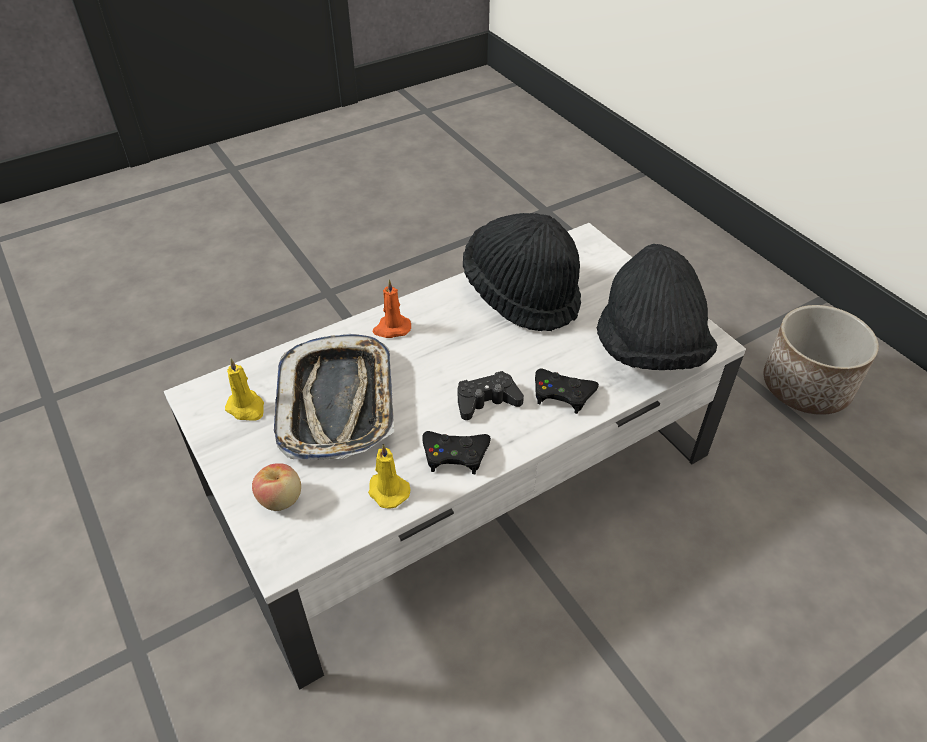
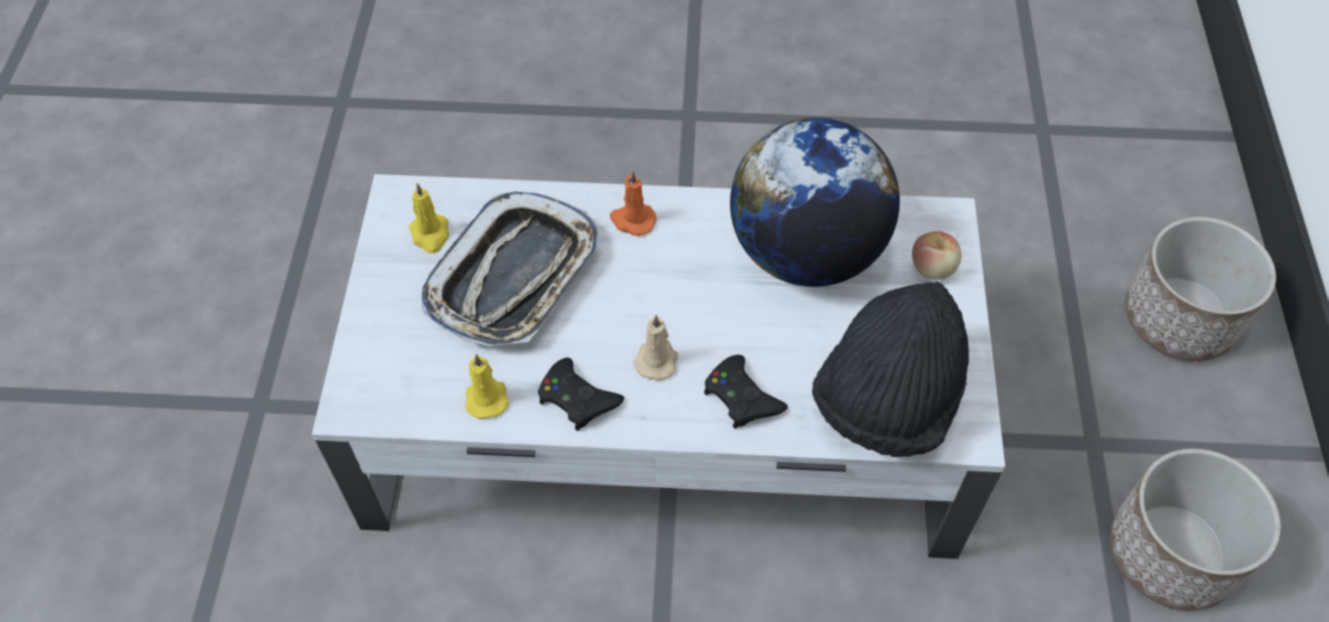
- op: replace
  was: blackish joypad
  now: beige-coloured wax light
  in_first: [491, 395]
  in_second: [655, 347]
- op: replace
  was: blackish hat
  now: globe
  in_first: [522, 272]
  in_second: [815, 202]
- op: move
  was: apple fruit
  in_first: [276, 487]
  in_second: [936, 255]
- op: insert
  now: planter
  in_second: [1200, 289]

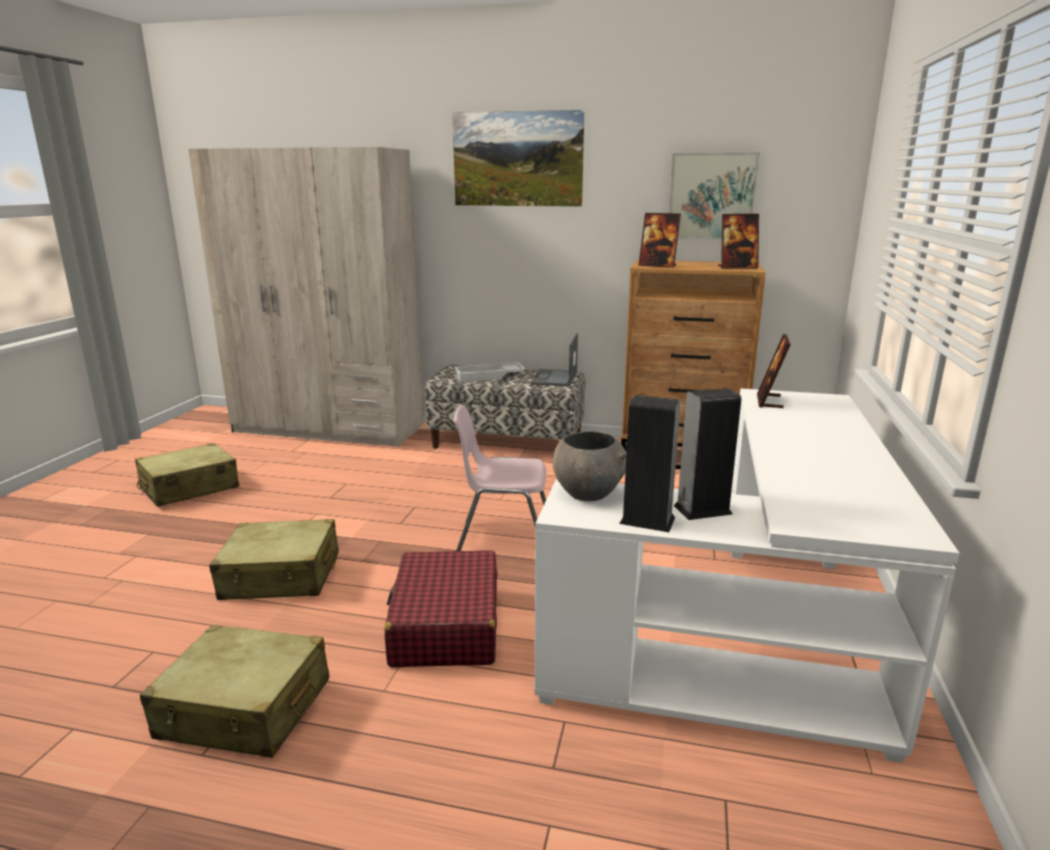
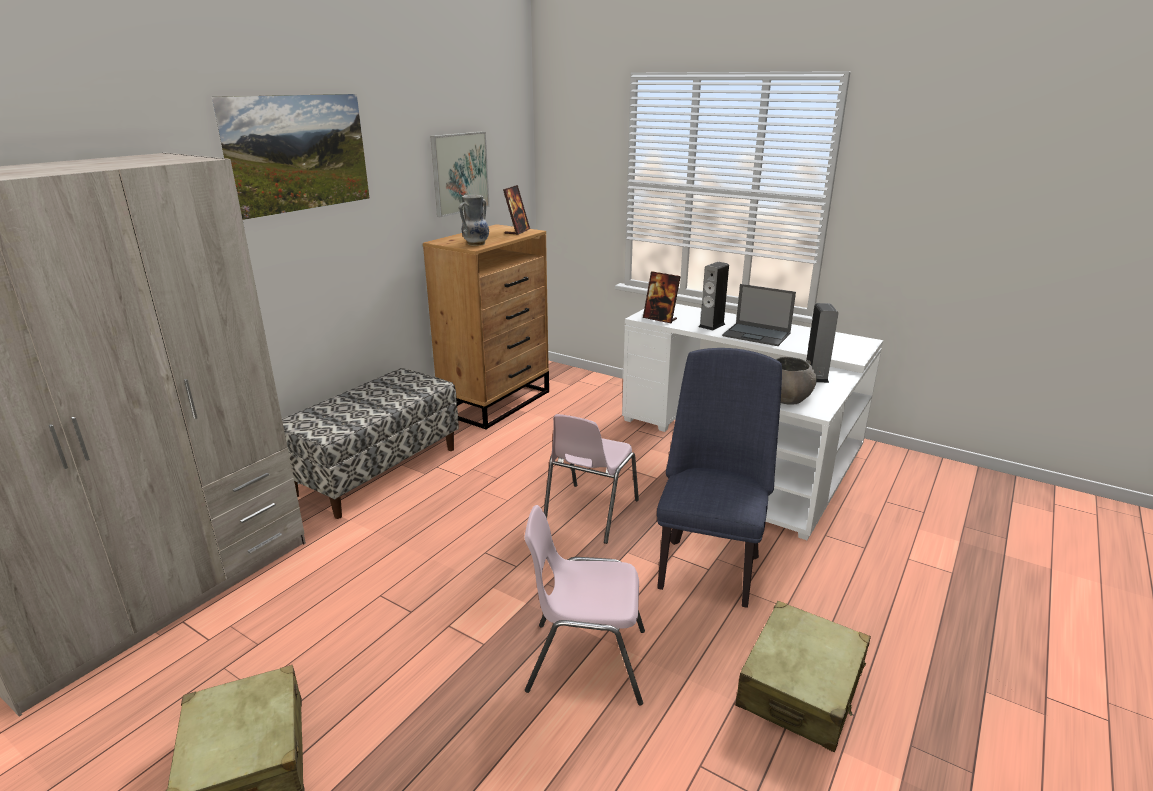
- op: replace
  was: picture frame
  now: decorative vase
  in_first: [660, 240]
  in_second: [474, 220]
- op: replace
  was: beige-coloured travel case
  now: pink chair
  in_first: [274, 559]
  in_second: [584, 605]
- op: replace
  was: red-coloured travel case
  now: blue-coloured chair
  in_first: [441, 608]
  in_second: [719, 478]
- op: move
  was: audio speaker
  in_first: [650, 463]
  in_second: [714, 296]
- op: move
  was: laptop
  in_first: [554, 360]
  in_second: [759, 315]
- op: delete
  was: white-coloured tray
  in_first: [490, 372]

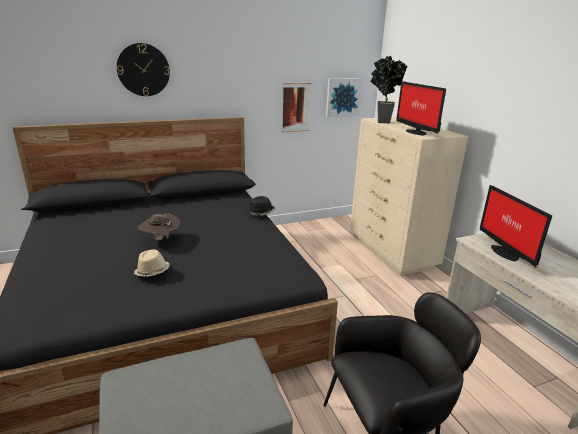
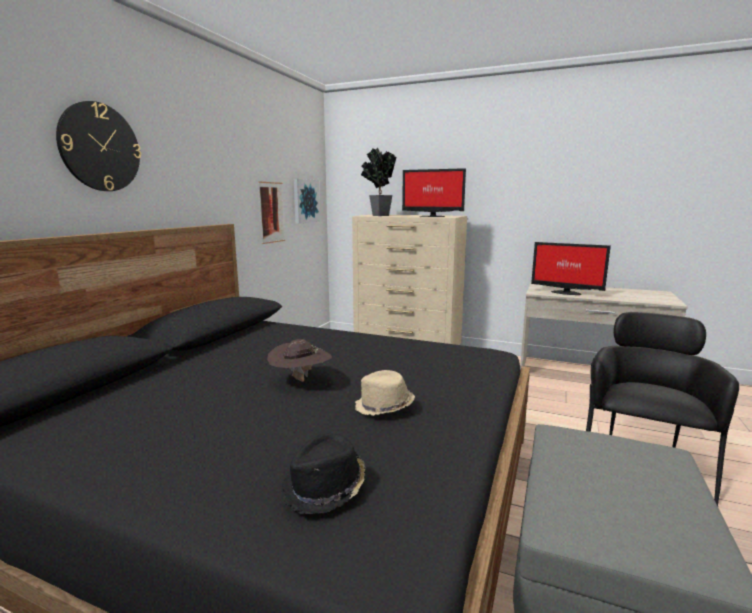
- op: move
  was: blackish hat
  in_first: [261, 206]
  in_second: [323, 473]

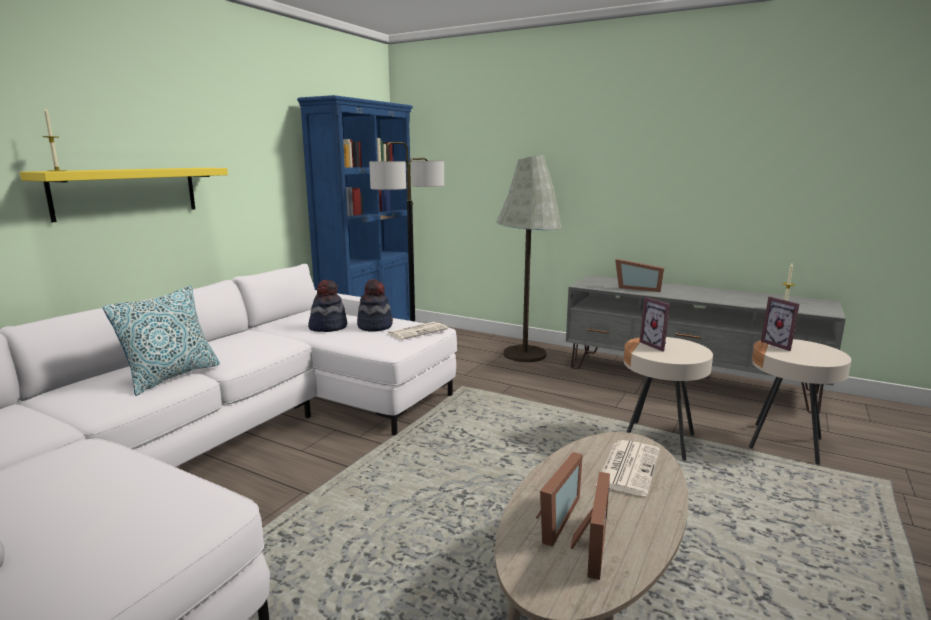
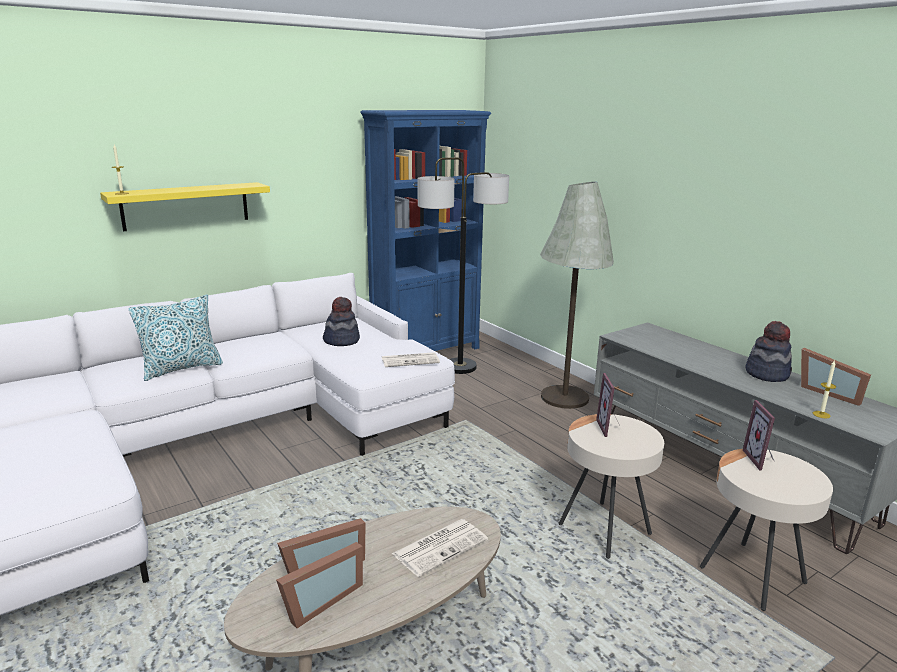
- op: move
  was: hat
  in_first: [375, 305]
  in_second: [769, 351]
- op: move
  was: picture frame
  in_first: [639, 275]
  in_second: [836, 377]

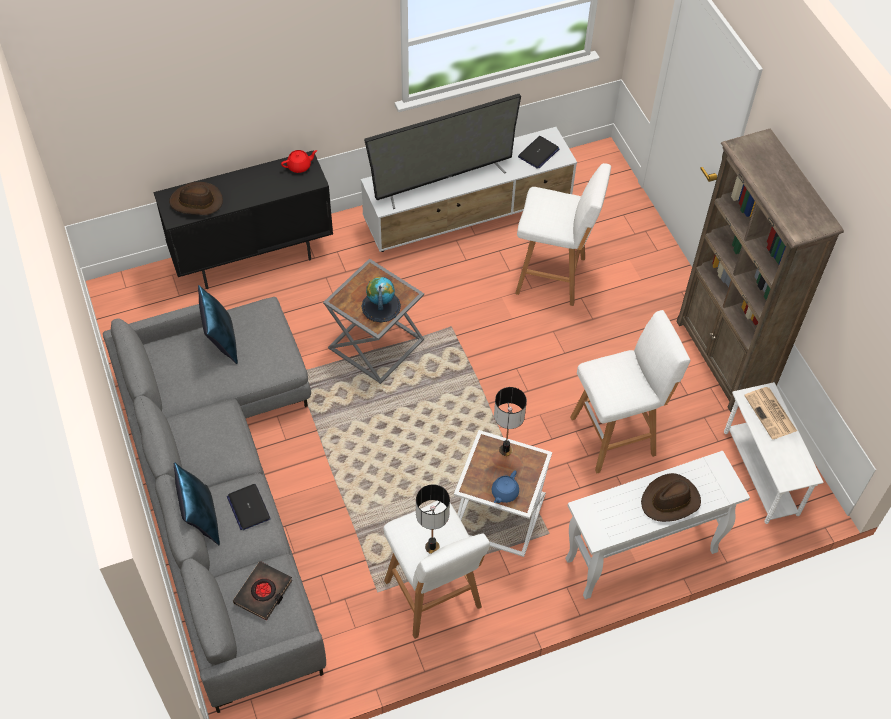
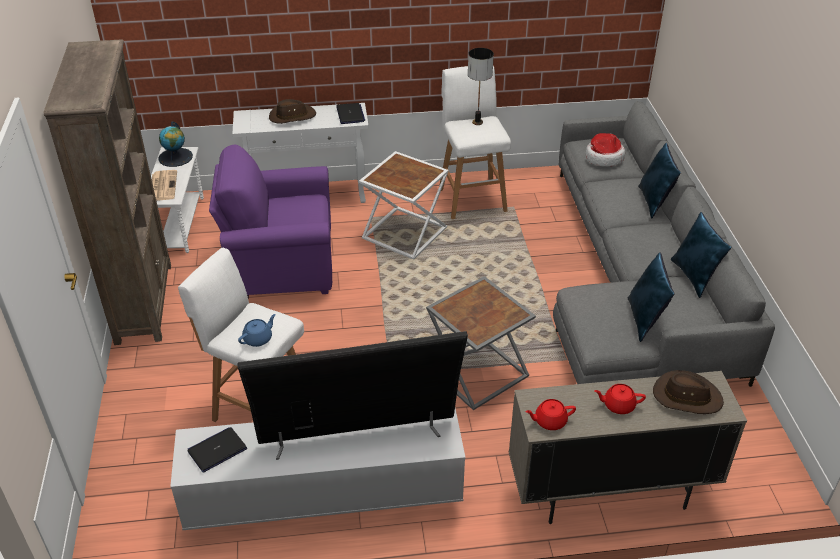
- op: move
  was: globe
  in_first: [381, 299]
  in_second: [175, 144]
- op: replace
  was: white-coloured sitting stool
  now: purplish easy chair
  in_first: [630, 391]
  in_second: [270, 221]
- op: move
  was: blue-coloured pot for tea
  in_first: [505, 486]
  in_second: [257, 330]
- op: move
  was: laptop
  in_first: [249, 507]
  in_second: [350, 113]
- op: recolor
  was: blackish storage cabinet
  now: beige-coloured storage cabinet
  in_first: [243, 220]
  in_second: [628, 447]
- op: replace
  was: blackish bound book
  now: hat
  in_first: [263, 591]
  in_second: [605, 150]
- op: insert
  now: red-coloured pot for tea
  in_second: [620, 399]
- op: insert
  now: blue-coloured throw pillow
  in_second: [701, 255]
- op: delete
  was: table lamp
  in_first: [510, 421]

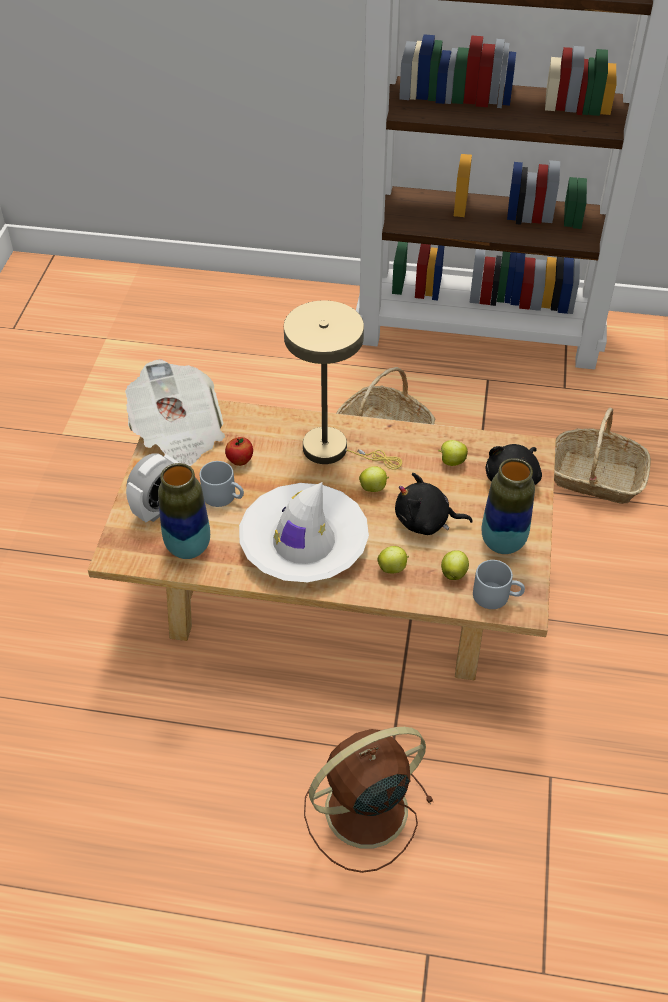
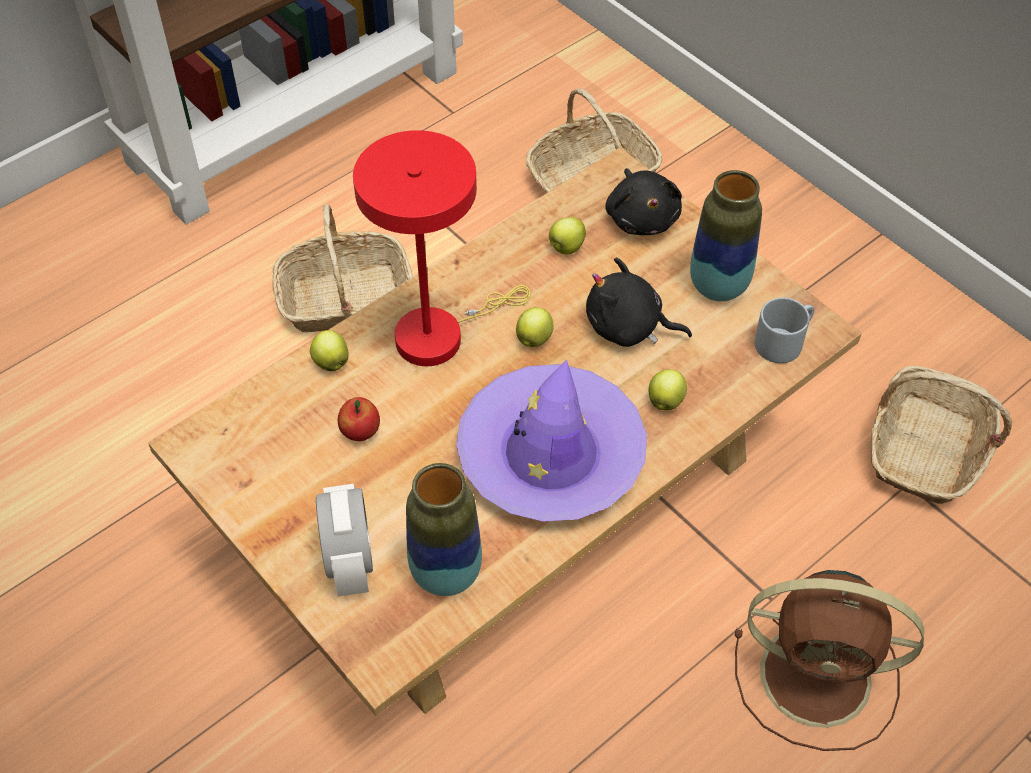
- op: move
  was: apple fruit
  in_first: [455, 565]
  in_second: [329, 350]
- op: recolor
  was: beige-coloured table lamp
  now: red-coloured table lamp
  in_first: [343, 385]
  in_second: [442, 248]
- op: recolor
  was: white-coloured hat
  now: purplish hat
  in_first: [304, 532]
  in_second: [551, 440]
- op: rotate
  was: blackish soft toy
  in_first: [434, 504]
  in_second: [639, 302]
  clockwise: 60
- op: rotate
  was: brown-coloured cooling fan
  in_first: [369, 800]
  in_second: [829, 660]
  clockwise: -90
- op: insert
  now: basket
  in_second: [941, 435]
- op: delete
  was: daily paper
  in_first: [175, 412]
- op: delete
  was: grey coffee mug
  in_first: [222, 484]

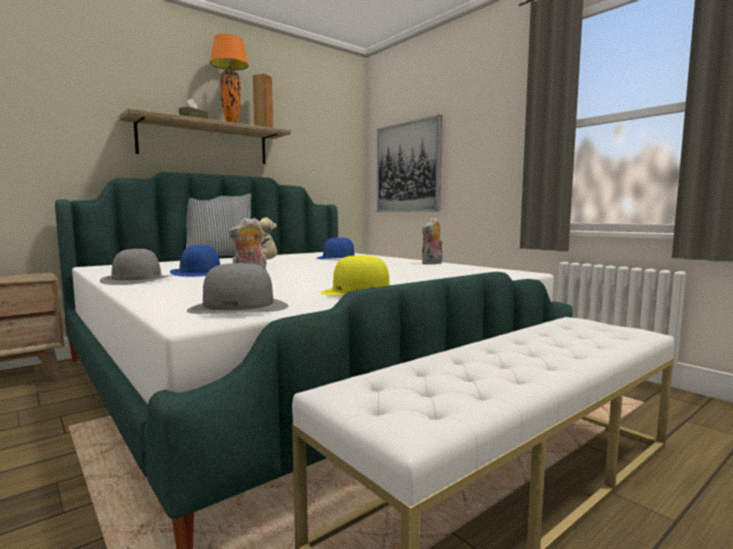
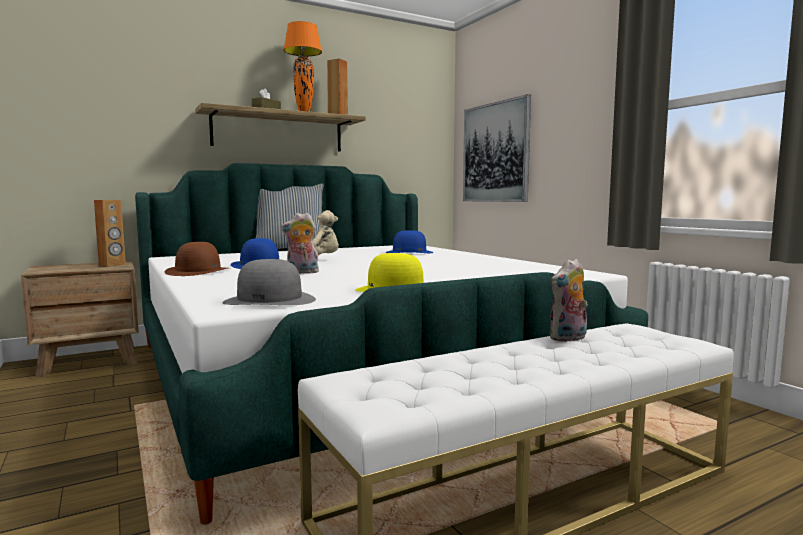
- op: insert
  now: brown-coloured audio speaker
  in_second: [110, 233]
- op: recolor
  was: grey hat
  now: brown-coloured hat
  in_first: [134, 267]
  in_second: [196, 259]
- op: move
  was: soft toy
  in_first: [432, 241]
  in_second: [568, 300]

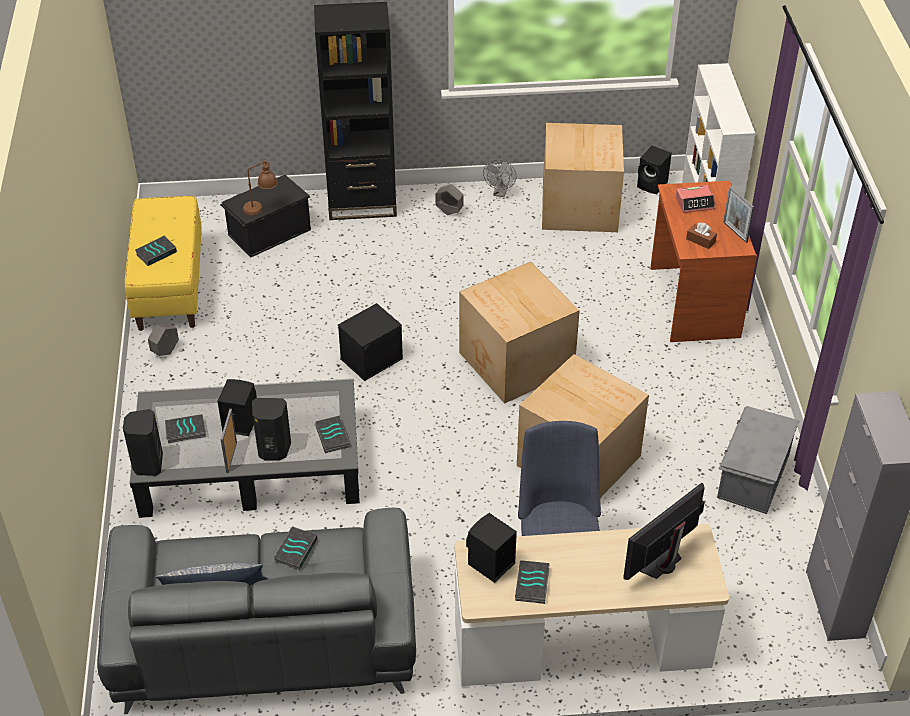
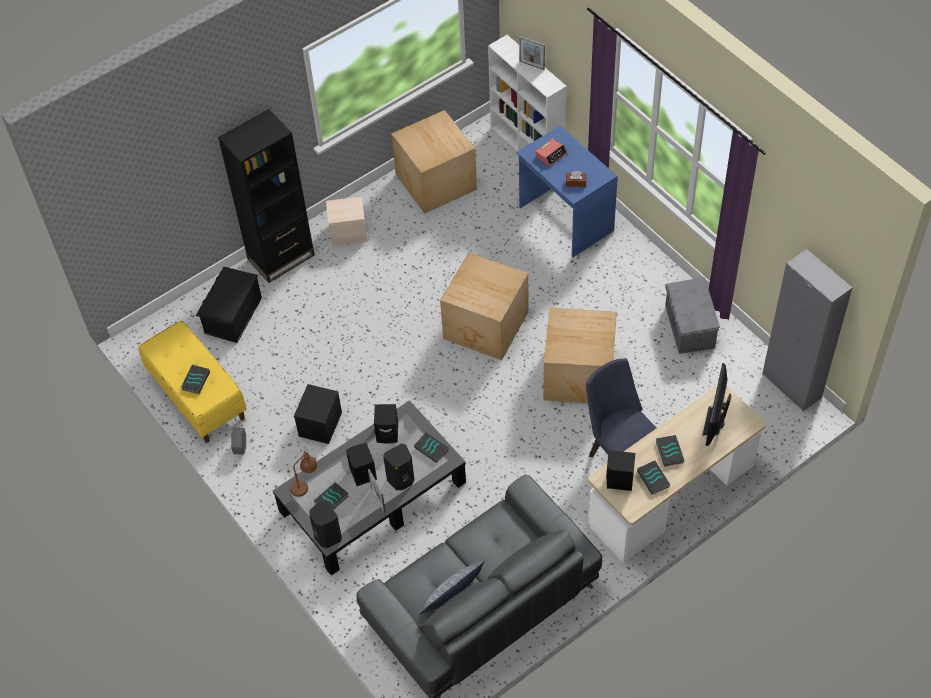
- op: move
  was: brown-coloured table lamp
  in_first: [260, 187]
  in_second: [304, 473]
- op: move
  was: blackish storage bin
  in_first: [370, 342]
  in_second: [318, 414]
- op: replace
  was: grey planter
  now: beige-coloured storage bin
  in_first: [449, 199]
  in_second: [347, 221]
- op: move
  was: blackish audio speaker
  in_first: [654, 170]
  in_second: [386, 423]
- op: recolor
  was: brown-coloured desk unit
  now: blue-coloured desk unit
  in_first: [703, 261]
  in_second: [567, 191]
- op: move
  was: picture frame
  in_first: [738, 214]
  in_second: [532, 53]
- op: move
  was: bound book
  in_first: [295, 548]
  in_second: [670, 451]
- op: delete
  was: grey cooling fan
  in_first: [499, 178]

